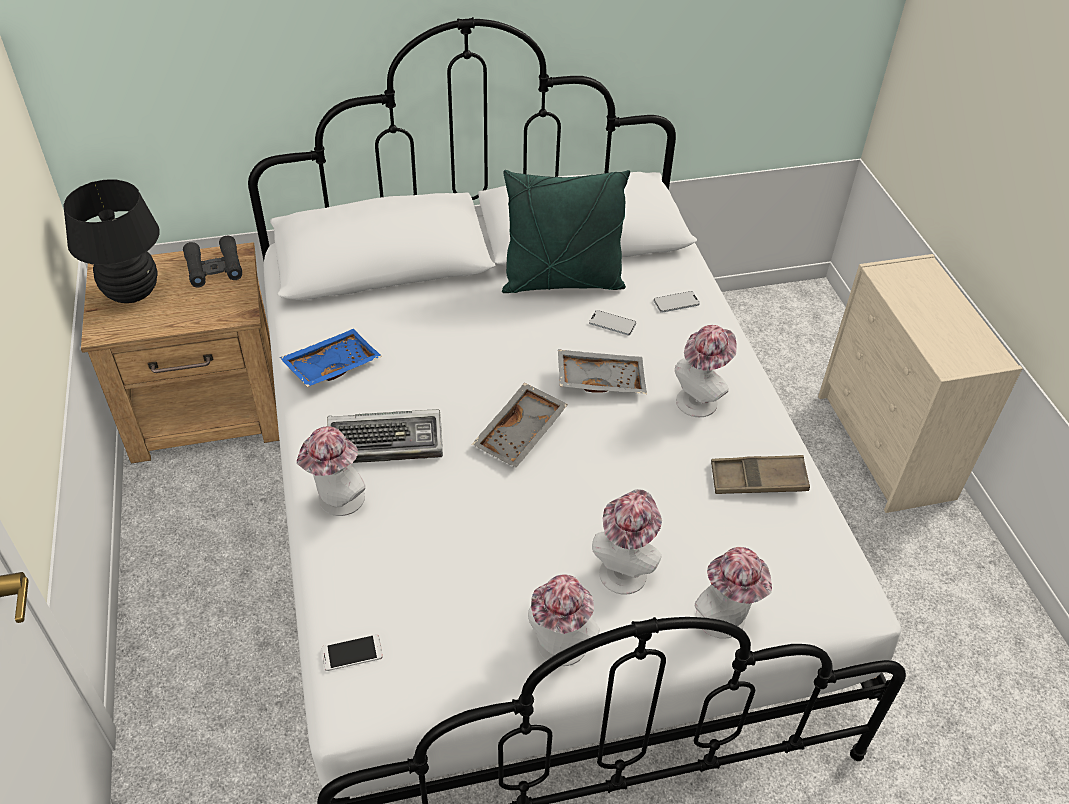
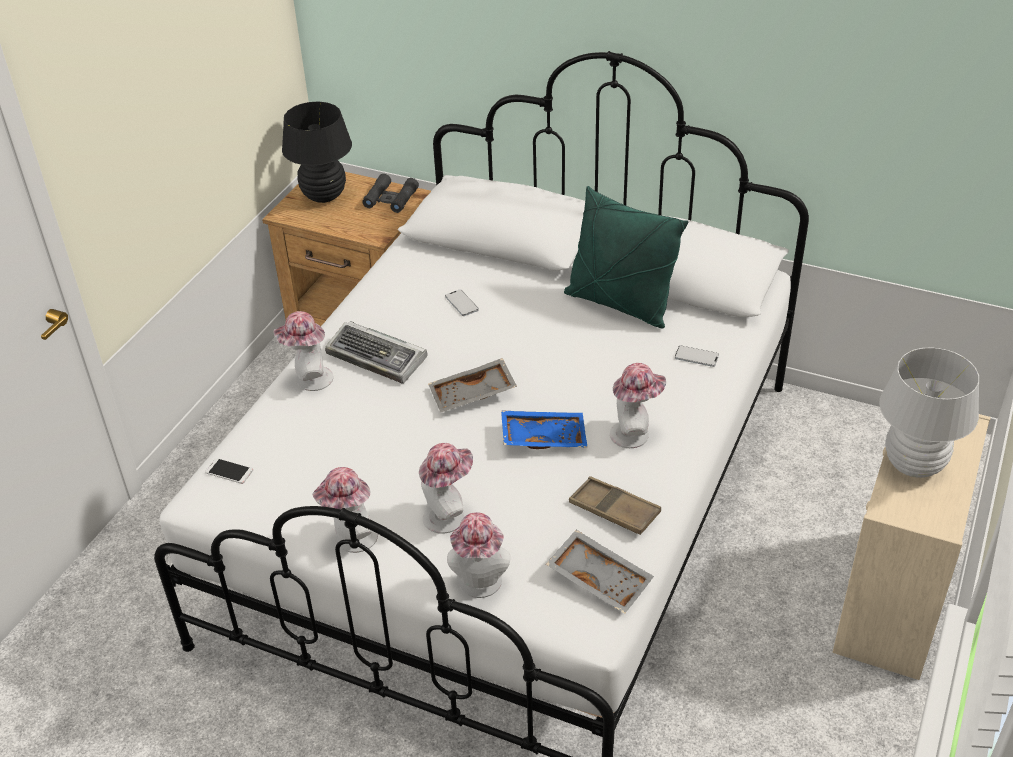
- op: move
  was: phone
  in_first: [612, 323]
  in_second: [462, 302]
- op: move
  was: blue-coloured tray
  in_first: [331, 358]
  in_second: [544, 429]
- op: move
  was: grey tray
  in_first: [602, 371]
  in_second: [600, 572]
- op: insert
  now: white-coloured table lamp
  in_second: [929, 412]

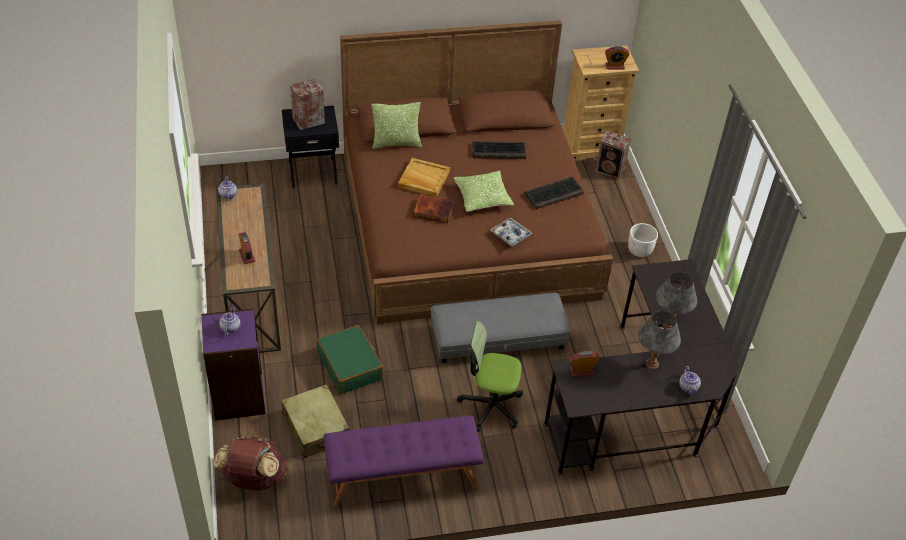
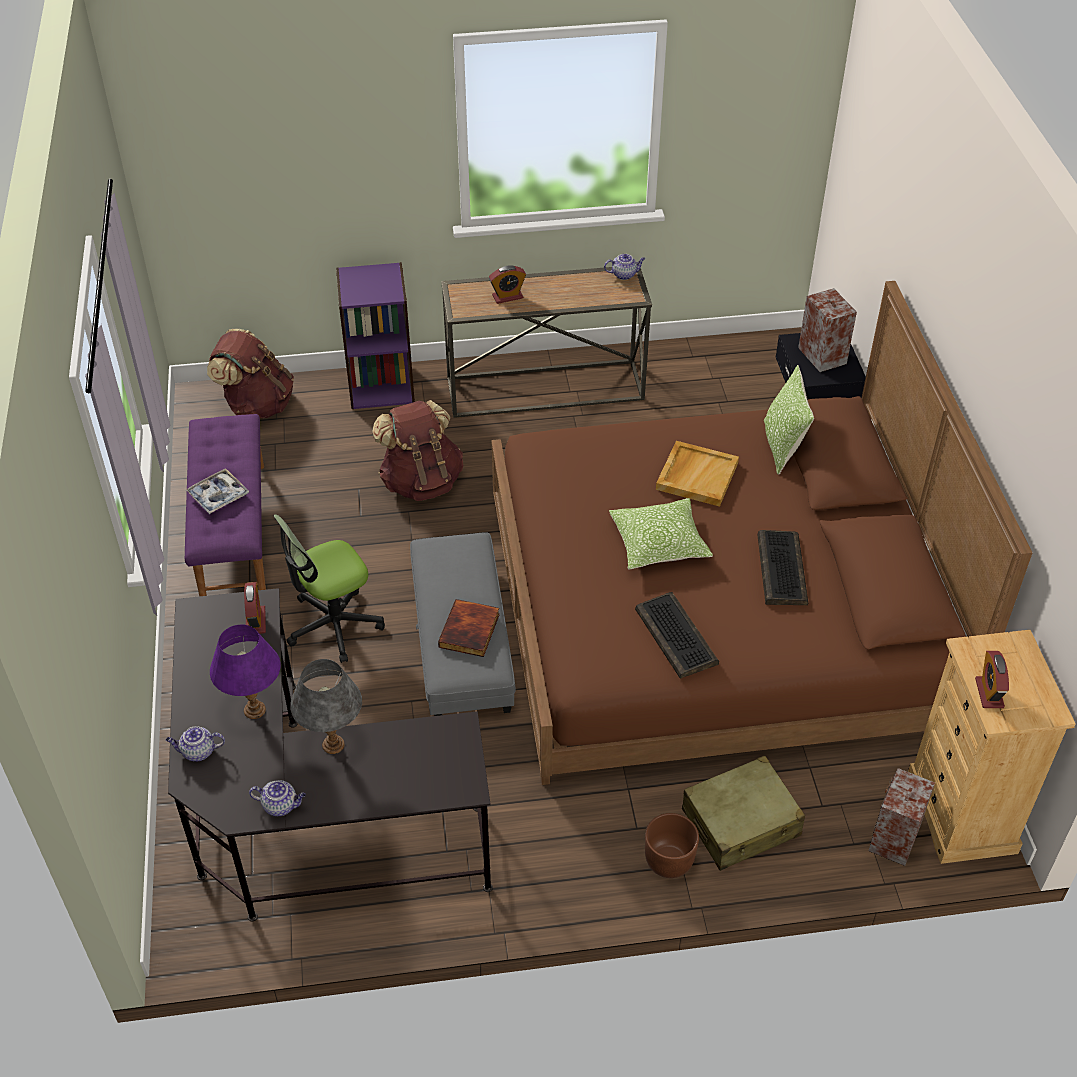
- op: move
  was: tray
  in_first: [511, 232]
  in_second: [217, 491]
- op: recolor
  was: grey table lamp
  now: purplish table lamp
  in_first: [659, 340]
  in_second: [245, 671]
- op: move
  was: pot for tea
  in_first: [229, 321]
  in_second: [277, 798]
- op: rotate
  was: computer chair
  in_first: [490, 376]
  in_second: [329, 588]
  clockwise: -135
- op: replace
  was: green travel case
  now: brown-coloured backpack
  in_first: [350, 359]
  in_second: [417, 450]
- op: move
  was: bound book
  in_first: [433, 208]
  in_second: [469, 628]
- op: recolor
  was: white-coloured planter
  now: brown-coloured planter
  in_first: [643, 240]
  in_second: [672, 845]
- op: move
  was: beige-coloured travel case
  in_first: [315, 421]
  in_second: [743, 813]

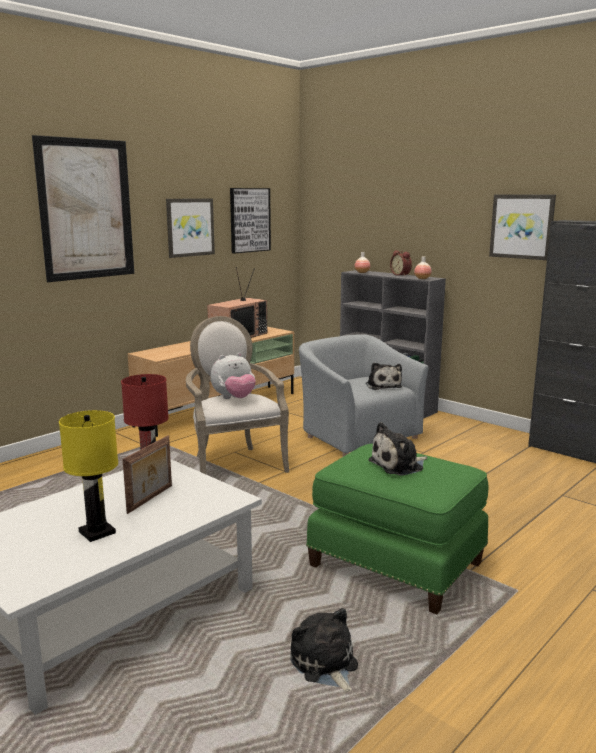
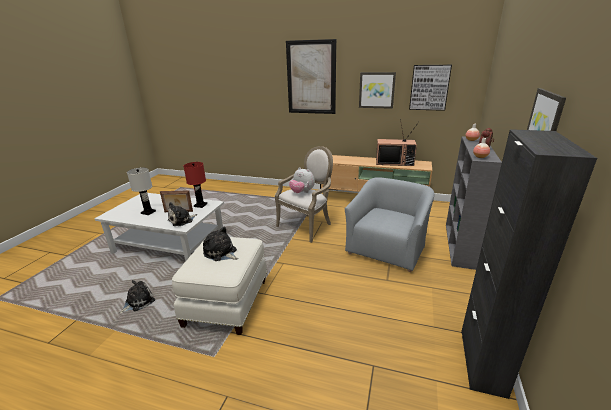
- op: recolor
  was: yellow-coloured table lamp
  now: white-coloured table lamp
  in_first: [88, 476]
  in_second: [141, 191]
- op: move
  was: soft toy
  in_first: [384, 376]
  in_second: [183, 214]
- op: recolor
  was: green ottoman
  now: white-coloured ottoman
  in_first: [397, 529]
  in_second: [219, 286]

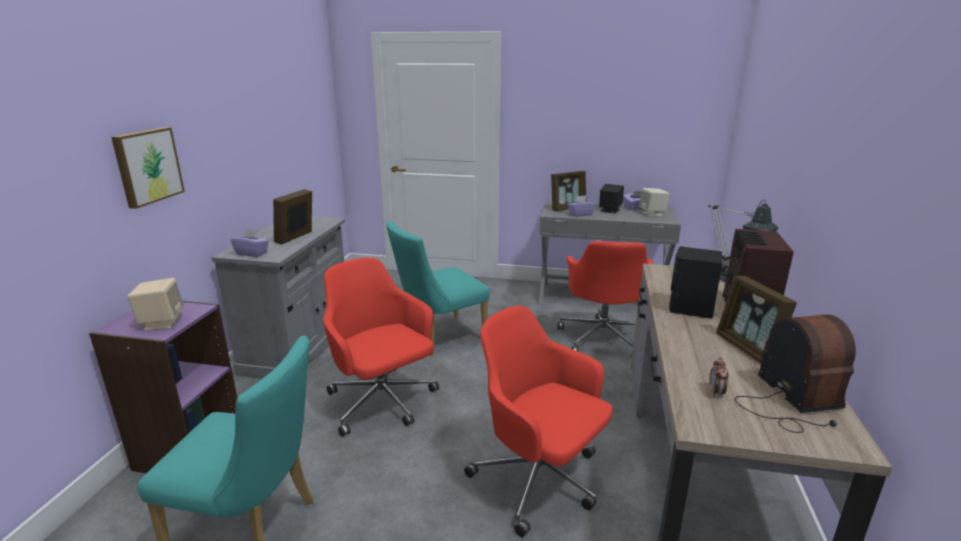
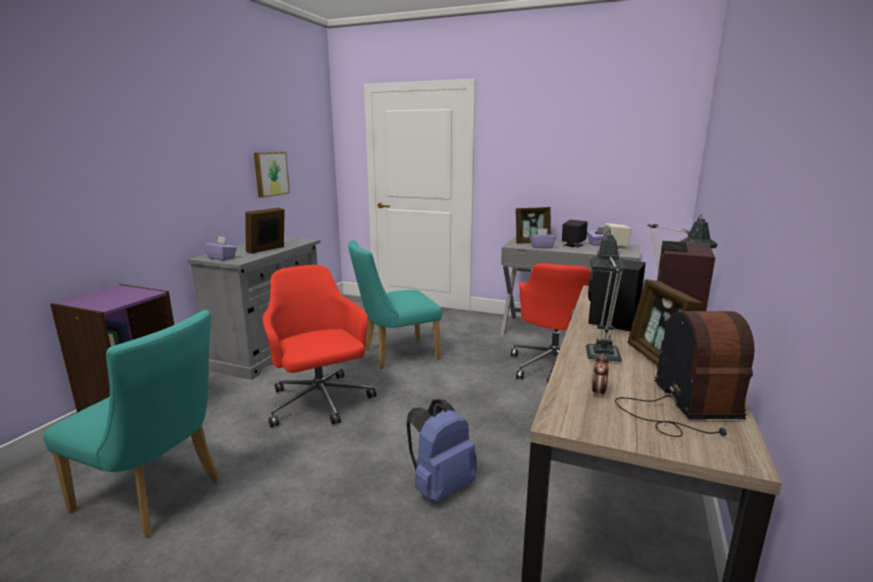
- op: move
  was: wall art
  in_first: [148, 168]
  in_second: [272, 175]
- op: replace
  was: red-coloured computer chair
  now: blue-coloured backpack
  in_first: [538, 421]
  in_second: [442, 450]
- op: insert
  now: table lamp
  in_second: [606, 296]
- op: delete
  was: beige-coloured audio speaker
  in_first: [155, 304]

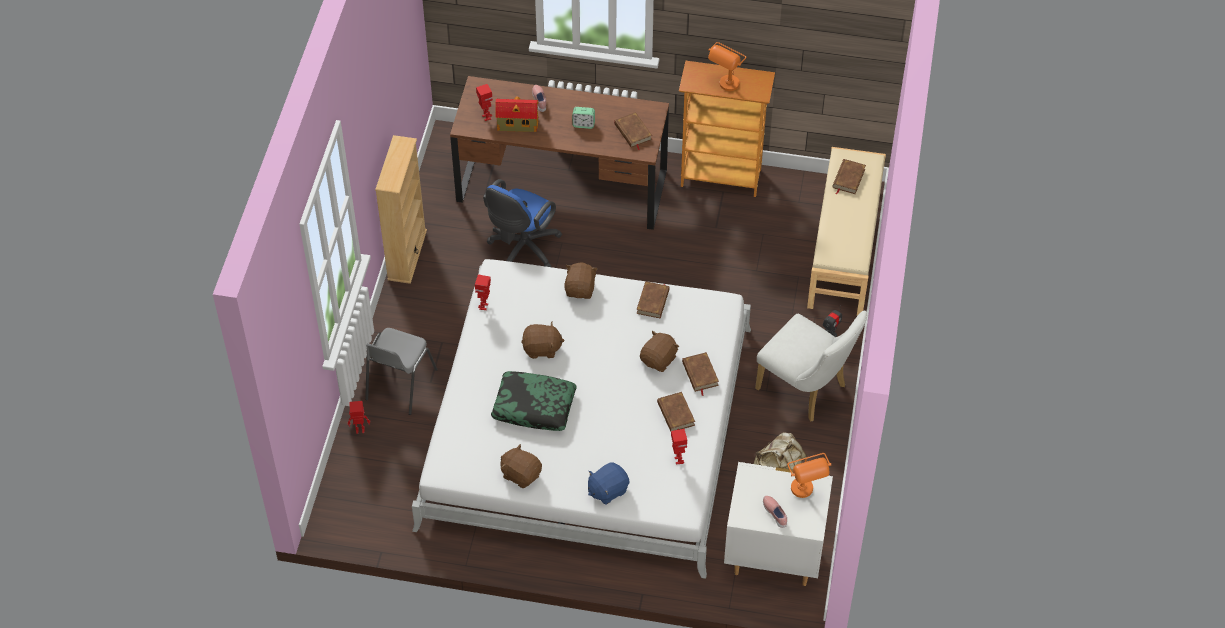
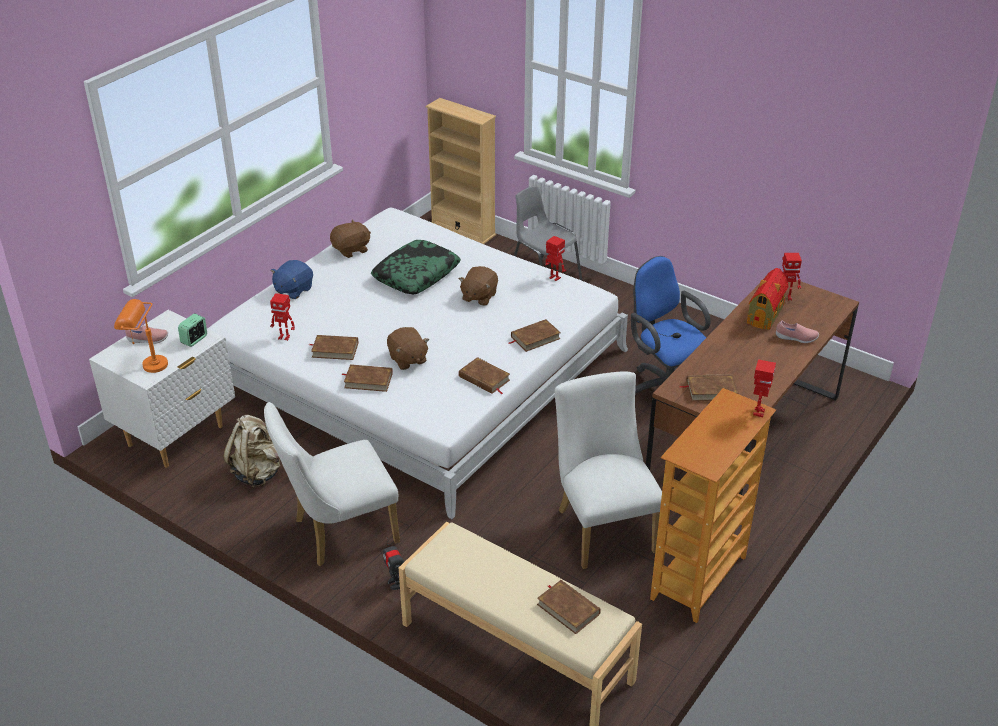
- op: move
  was: alarm clock
  in_first: [583, 118]
  in_second: [192, 330]
- op: rotate
  was: blue-coloured soft toy
  in_first: [608, 483]
  in_second: [292, 279]
  clockwise: -135
- op: move
  was: beige-coloured bookcase
  in_first: [401, 209]
  in_second: [461, 171]
- op: replace
  was: brown-coloured soft toy
  now: brown-coloured bound book
  in_first: [581, 281]
  in_second: [535, 335]
- op: insert
  now: white-coloured chair
  in_second: [608, 470]
- op: move
  was: model robot
  in_first: [359, 417]
  in_second: [764, 388]
- op: delete
  was: orange-coloured table lamp
  in_first: [727, 66]

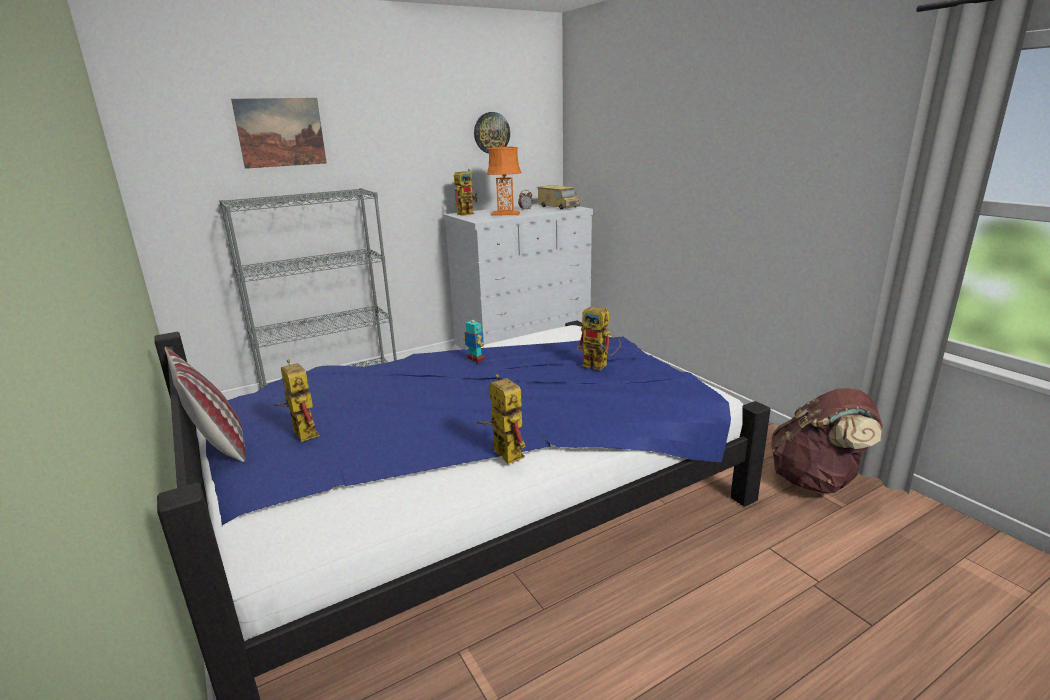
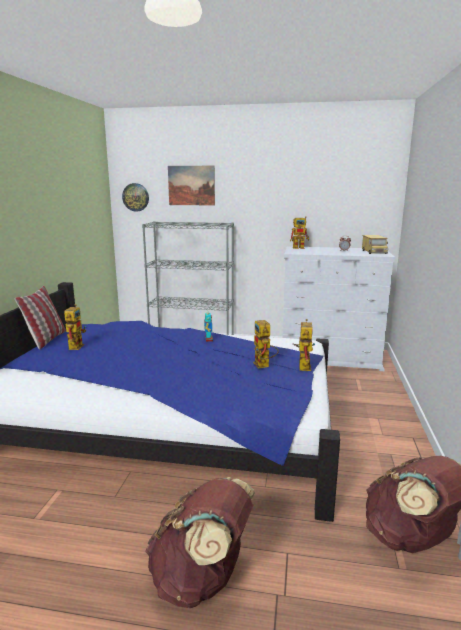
- op: move
  was: clock on the wall
  in_first: [492, 132]
  in_second: [135, 197]
- op: insert
  now: brown-coloured backpack
  in_second: [200, 542]
- op: move
  was: model robot
  in_first: [501, 419]
  in_second: [304, 345]
- op: delete
  was: orange-coloured table lamp
  in_first: [504, 179]

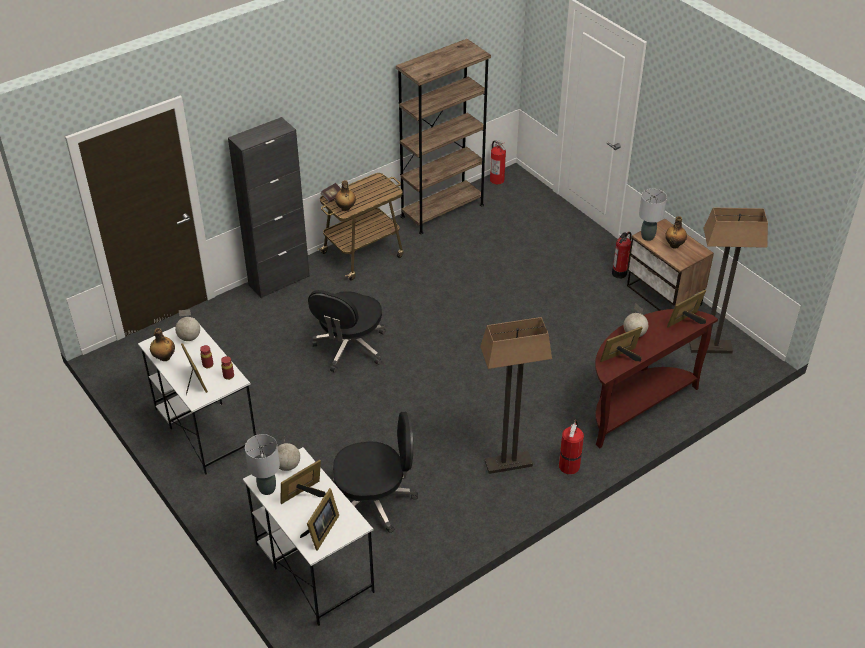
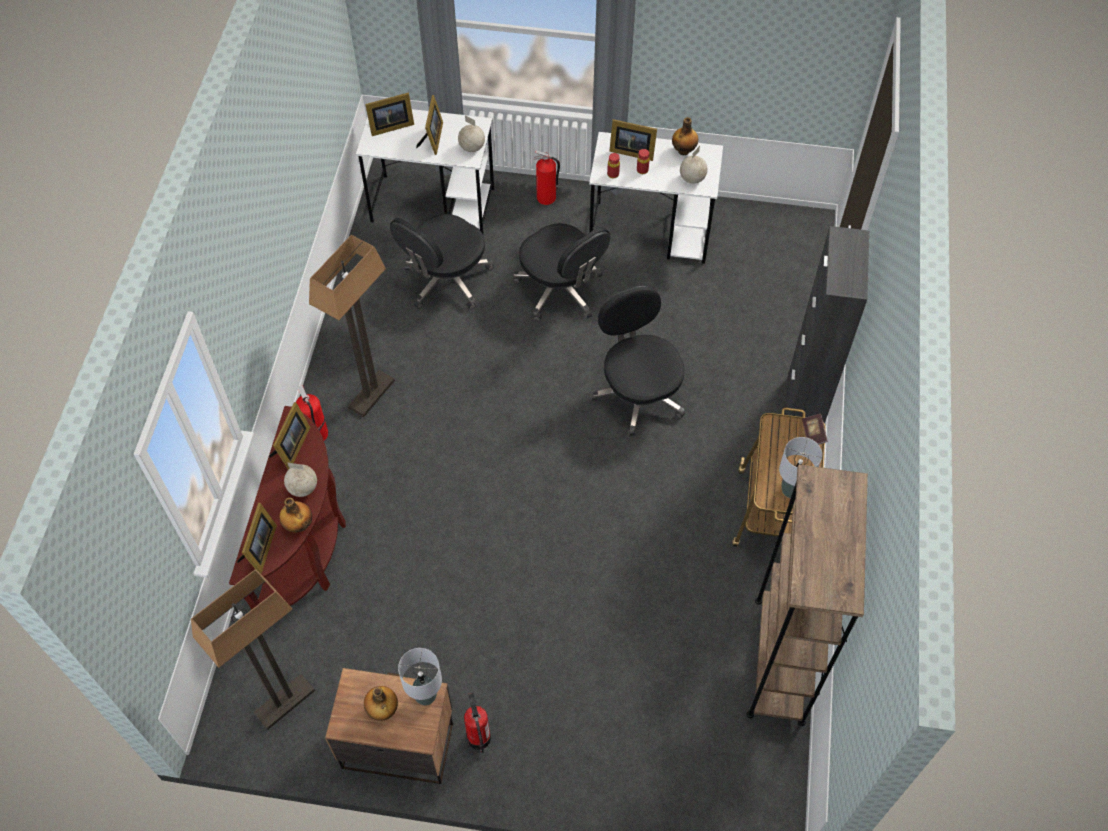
- op: move
  was: drink bottle
  in_first: [345, 195]
  in_second: [295, 515]
- op: rotate
  was: picture frame
  in_first: [319, 519]
  in_second: [389, 114]
  clockwise: -90
- op: insert
  now: blackish computer chair
  in_second: [561, 272]
- op: move
  was: extinguisher
  in_first: [498, 162]
  in_second: [547, 177]
- op: move
  was: grey table lamp
  in_first: [262, 464]
  in_second: [800, 467]

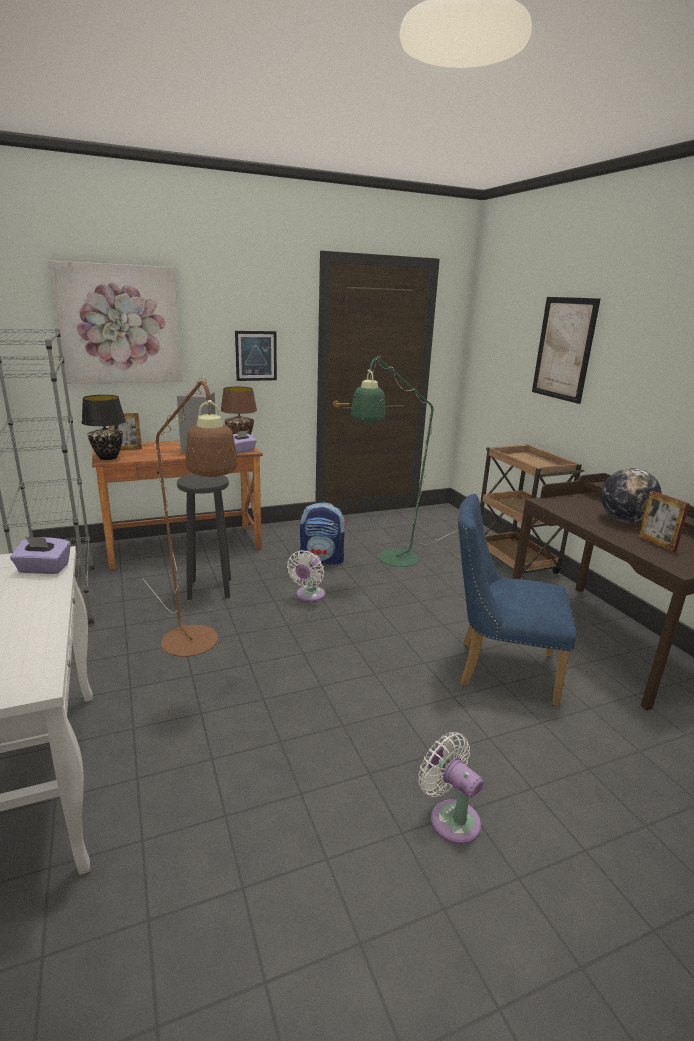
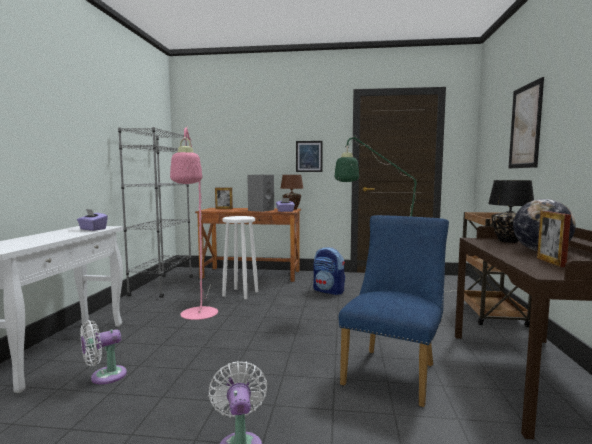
- op: move
  was: white-coloured cooling fan
  in_first: [306, 576]
  in_second: [103, 352]
- op: recolor
  was: brown-coloured standard lamp
  now: pink standard lamp
  in_first: [190, 517]
  in_second: [194, 223]
- op: recolor
  was: blackish sitting stool
  now: white-coloured sitting stool
  in_first: [204, 537]
  in_second: [240, 257]
- op: rotate
  was: blue-coloured chair
  in_first: [517, 600]
  in_second: [394, 311]
  clockwise: 75
- op: move
  was: blackish table lamp
  in_first: [104, 427]
  in_second: [511, 211]
- op: delete
  was: wall art
  in_first: [115, 322]

